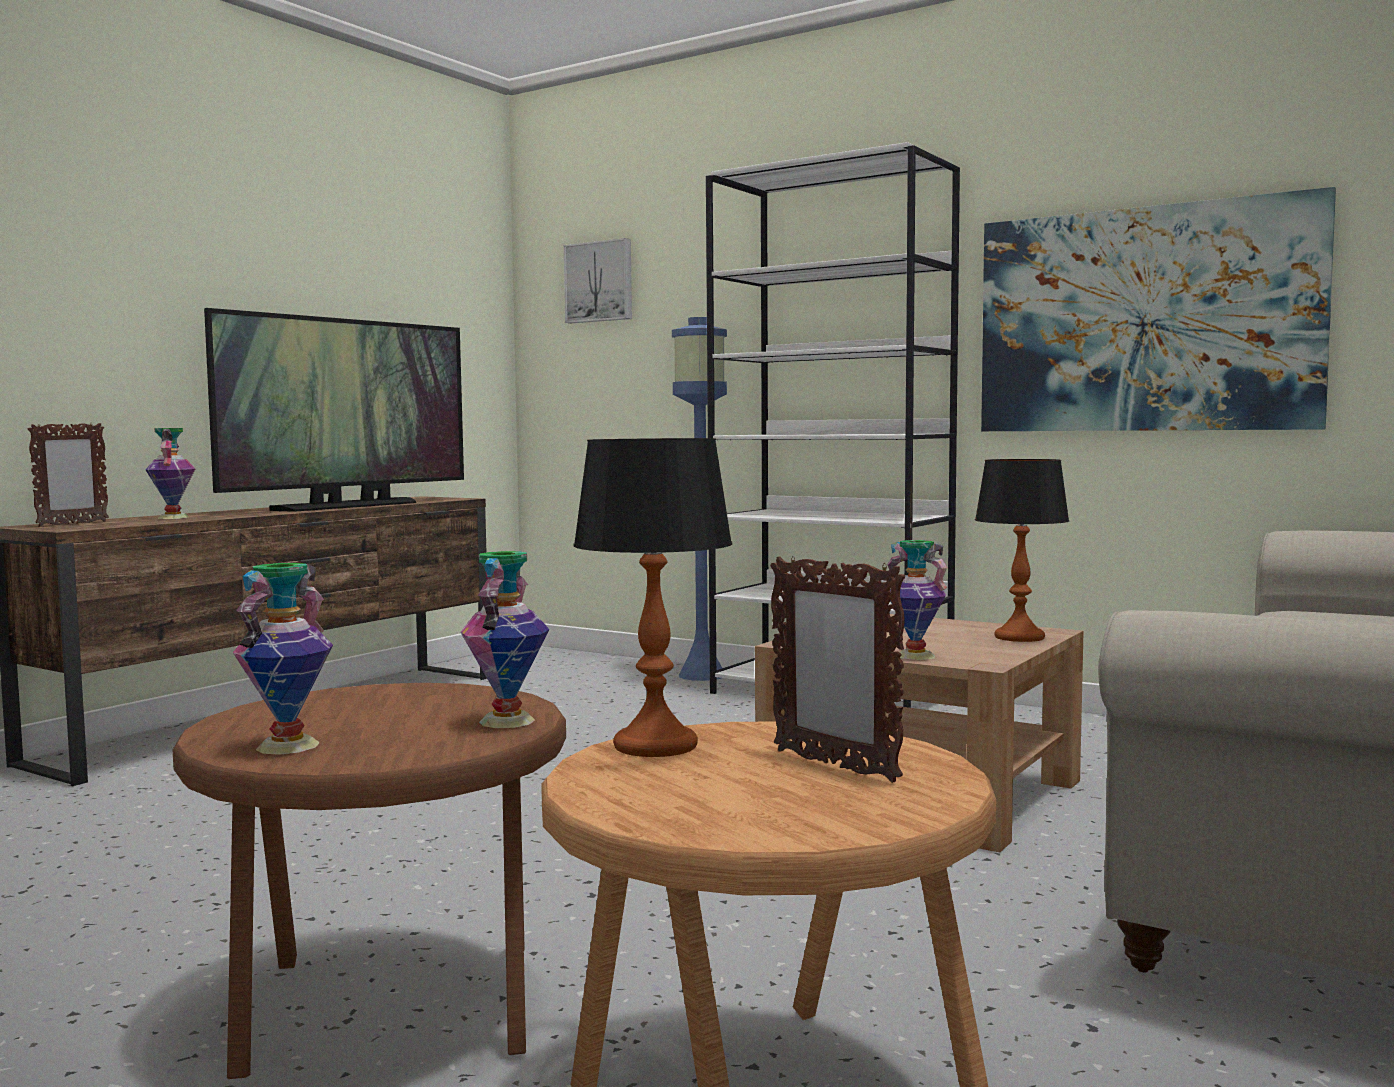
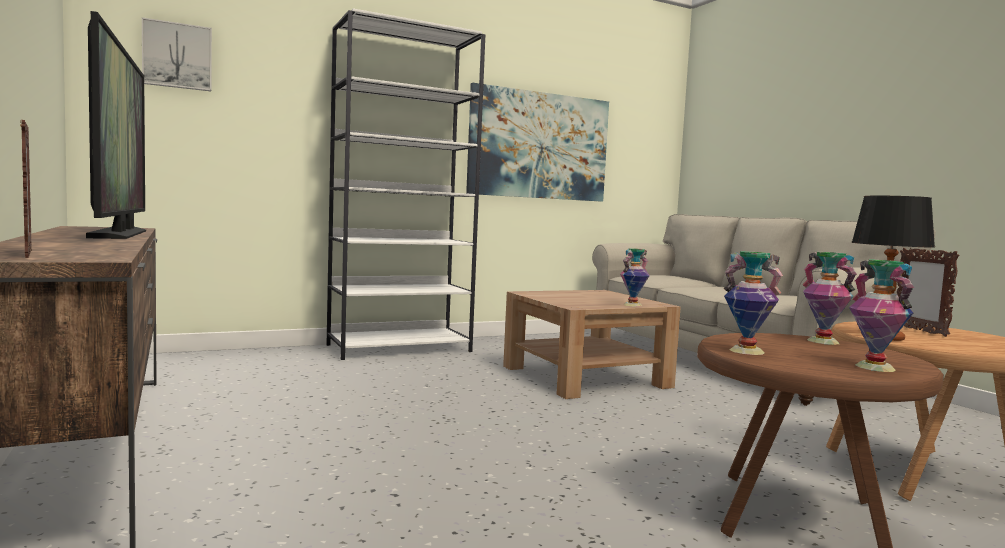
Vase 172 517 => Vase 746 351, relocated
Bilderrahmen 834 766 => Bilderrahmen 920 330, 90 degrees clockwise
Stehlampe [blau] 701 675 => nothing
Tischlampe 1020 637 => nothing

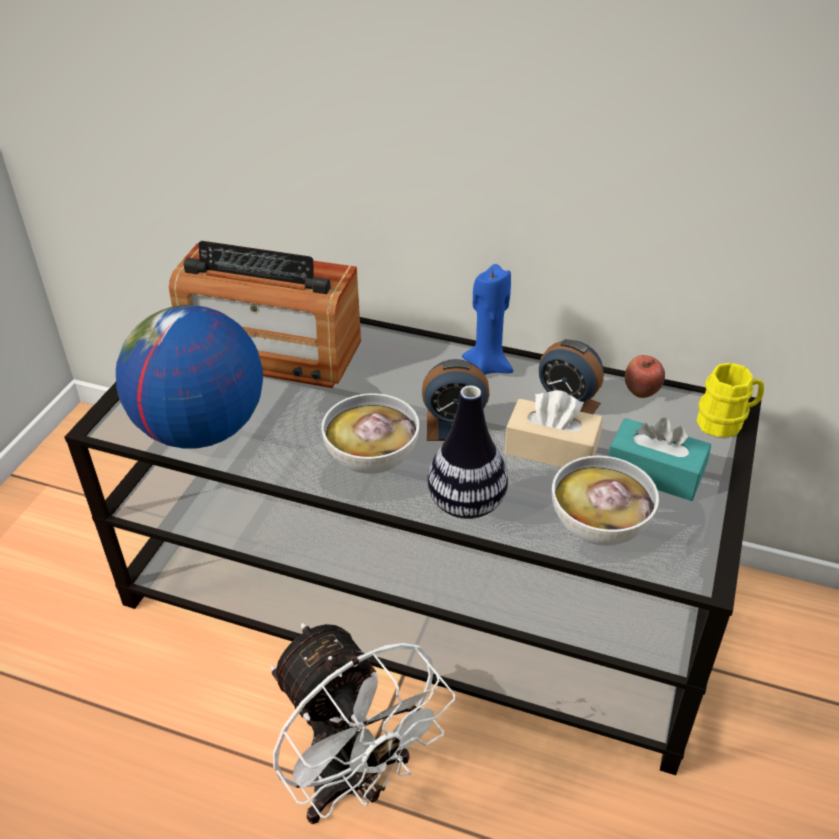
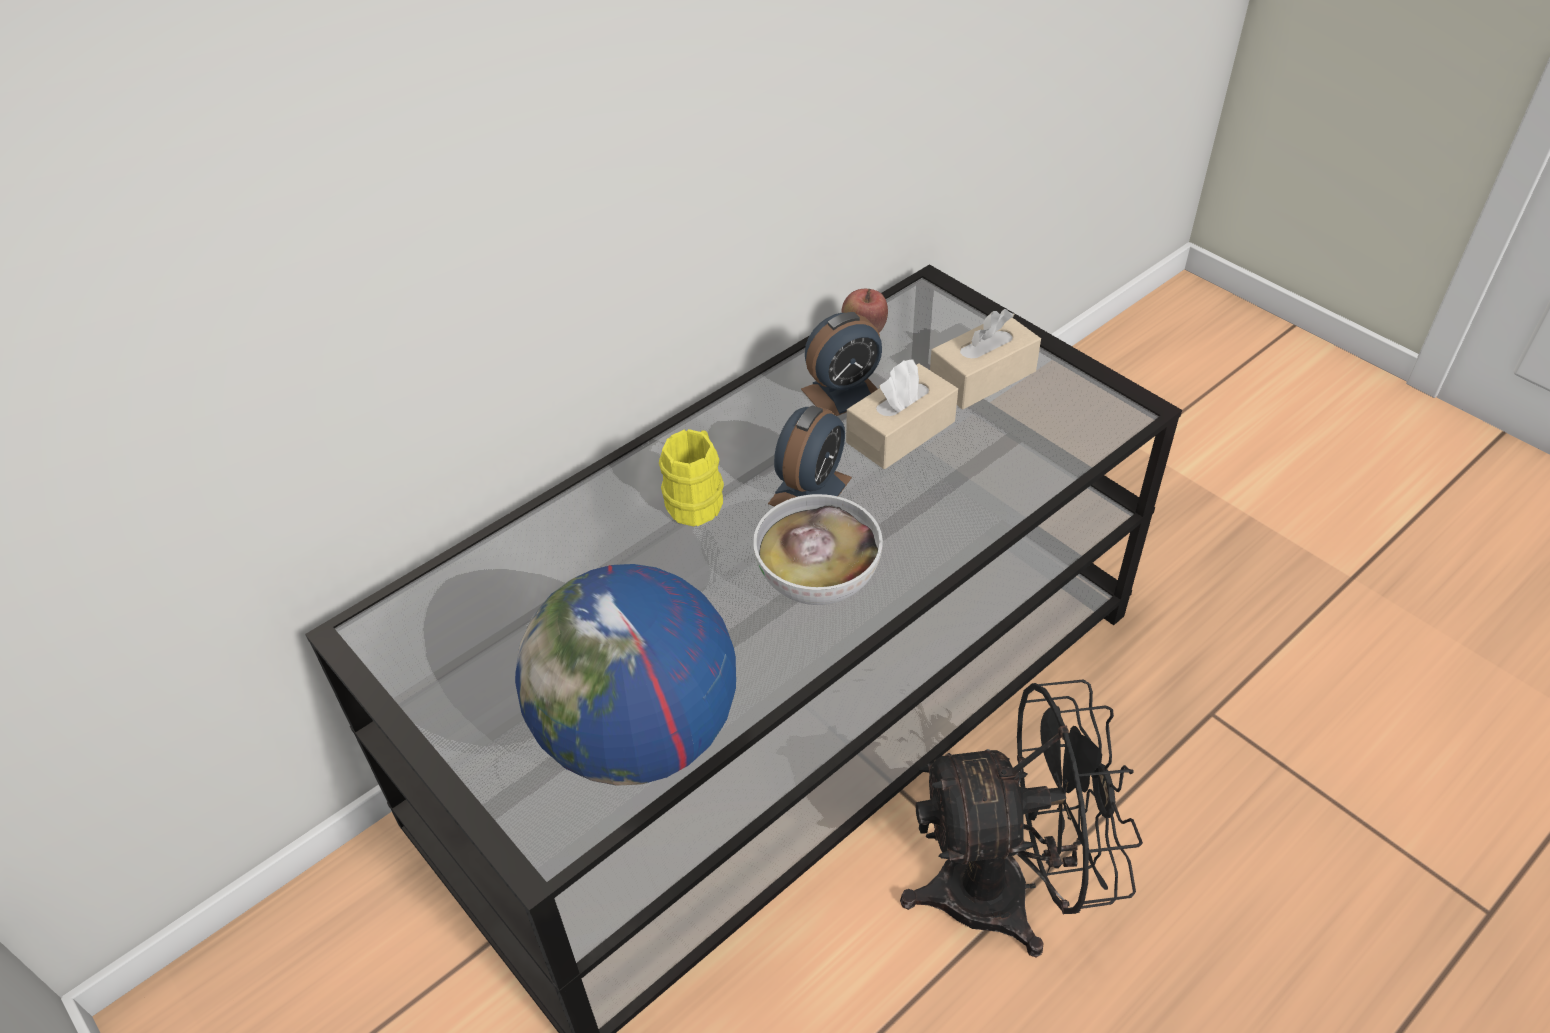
Henkelbecher [gelb] 726 421 => Henkelbecher [gelb] 697 498, relocated
Ventilator [weiß] 355 781 => Ventilator [schwarz] 1007 890
Taschentuchbox [türkis] 654 472 => Taschentuchbox [beige] 982 377
Radio 271 351 => nothing
Vase 466 503 => nothing
Kerze [blau] 488 366 => nothing
Schüssel 598 528 => nothing

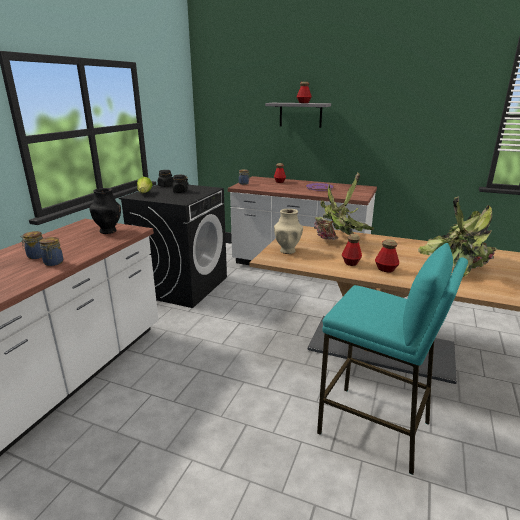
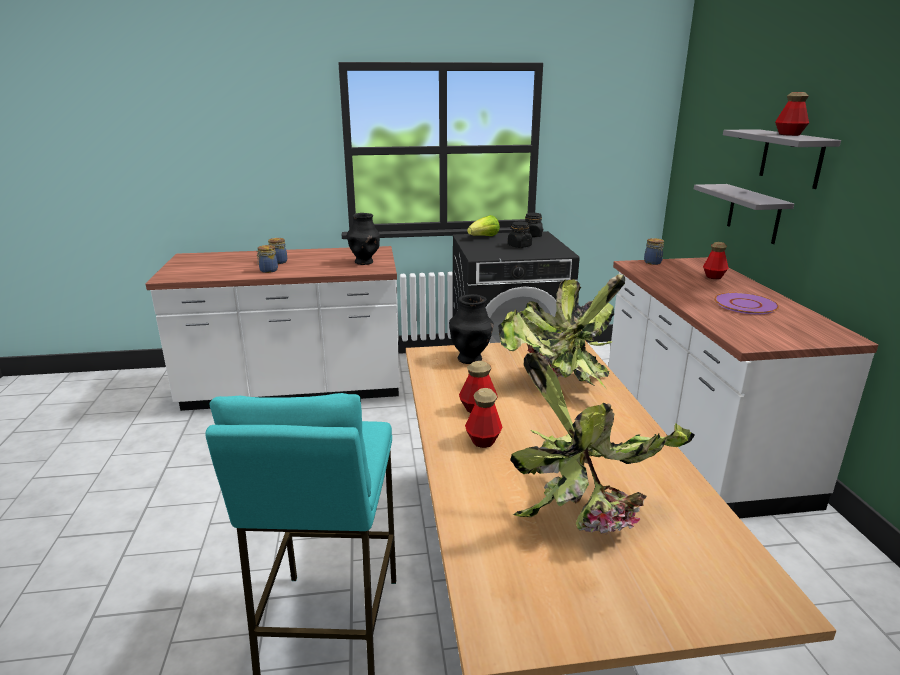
Vase [beige] 287 251 => Vase [schwarz] 470 359
nothing => Wandregal [grau] 754 213

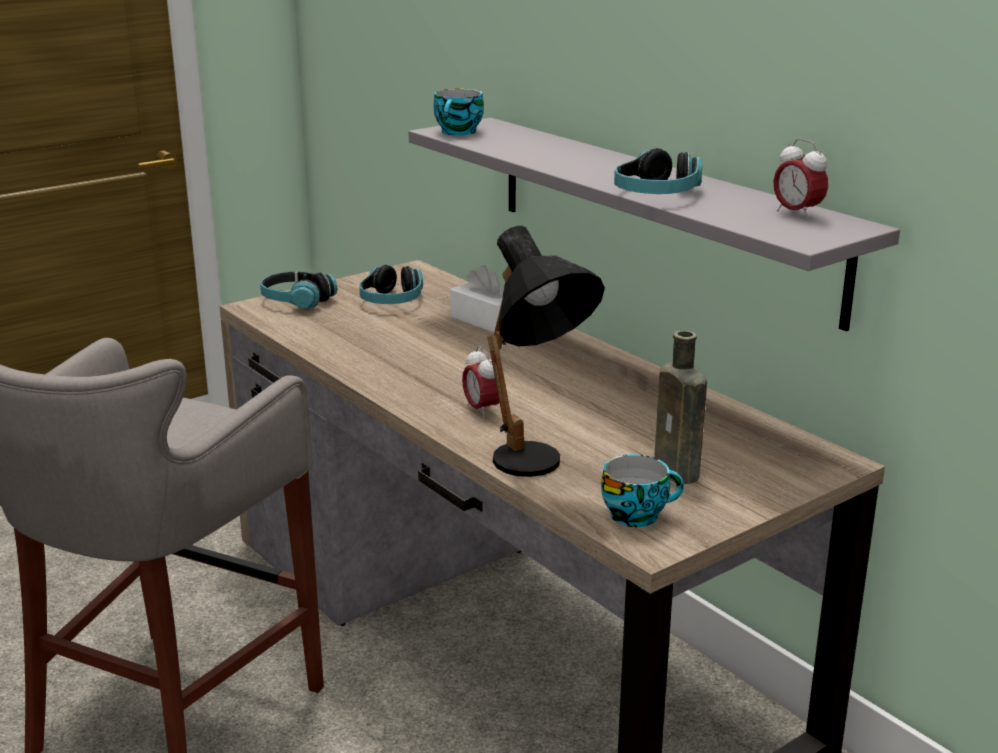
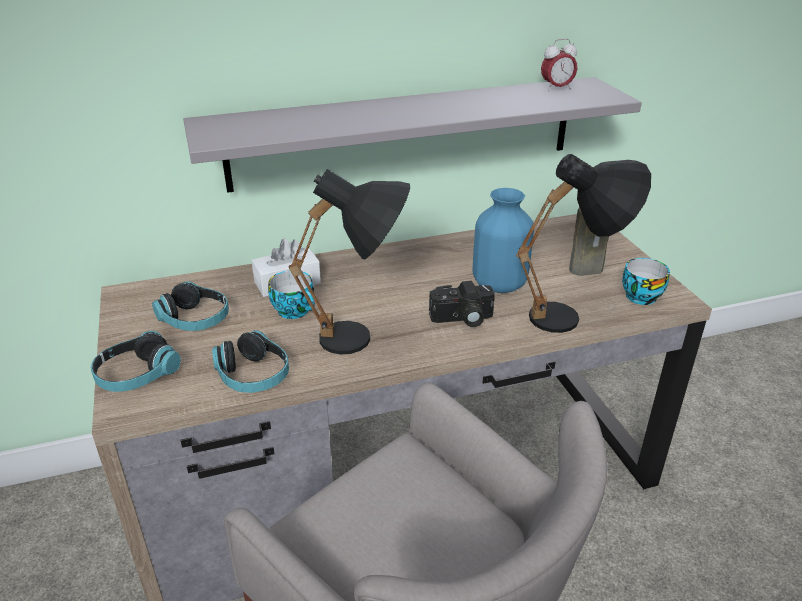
Kopfhörer 656 194 => Kopfhörer 253 375, relocated
Tasse 459 132 => Tasse 296 311, relocated
nothing => Tischlampe [schwarz] 363 342
Wecker 482 410 => Kamera 462 319
nothing => Vase [blau] 498 284

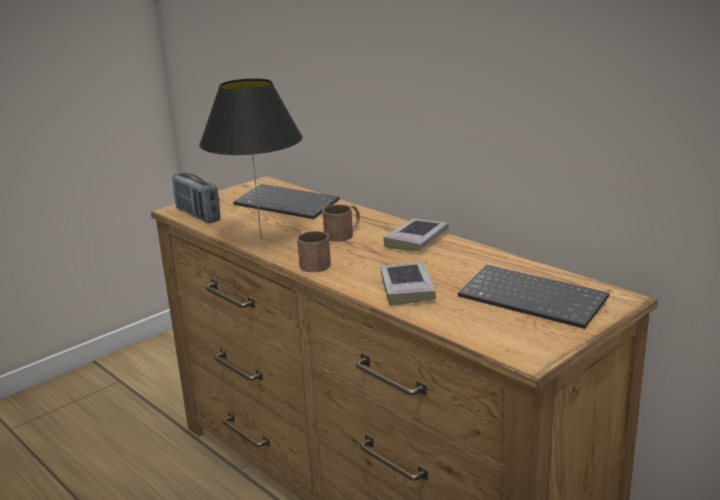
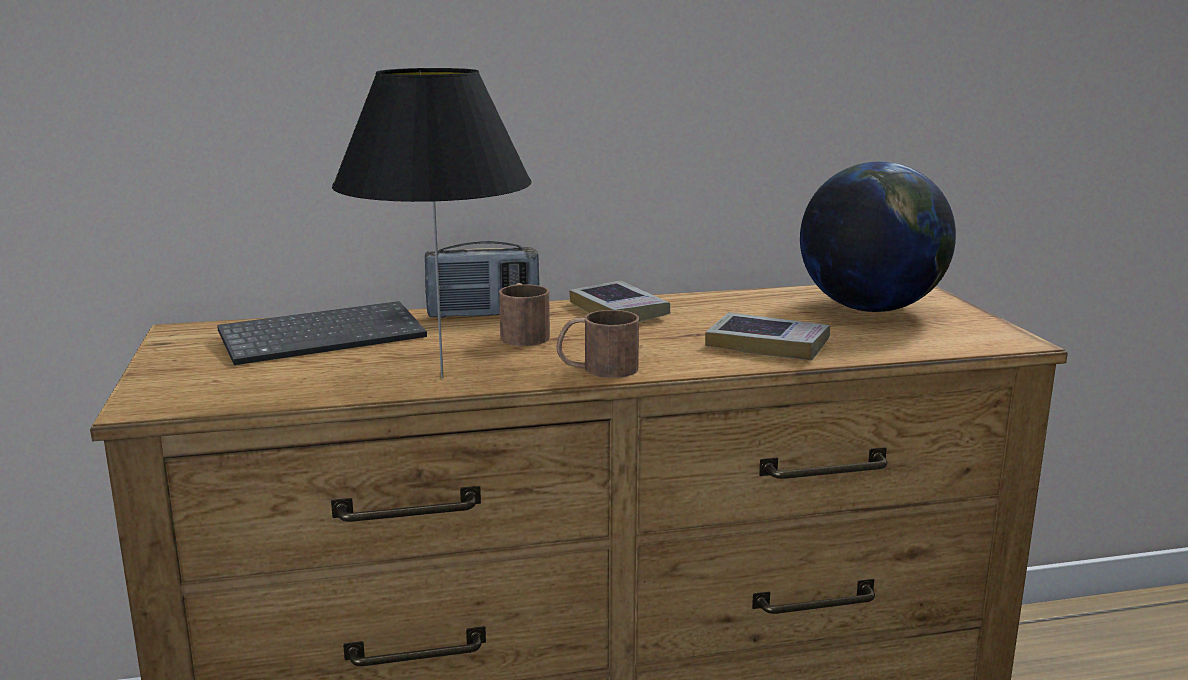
Radio 198 215 => Radio 483 314, relocated
Tastatur 534 298 => Globus 870 308

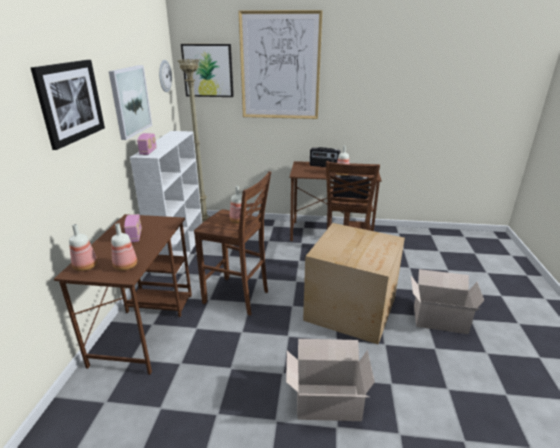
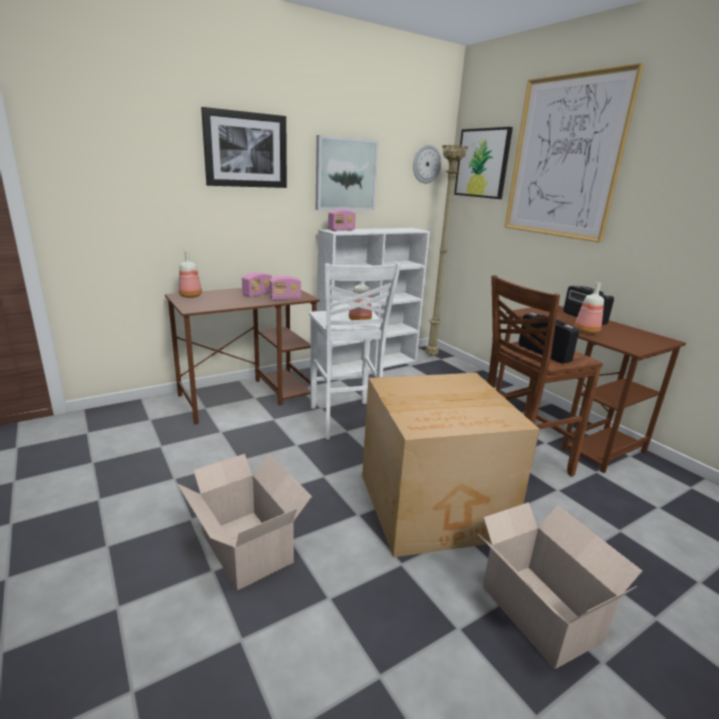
nothing => Radio 285 299
Hocker [braun] 238 297 => Hocker [weiß] 345 421
Flasche 125 267 => nothing

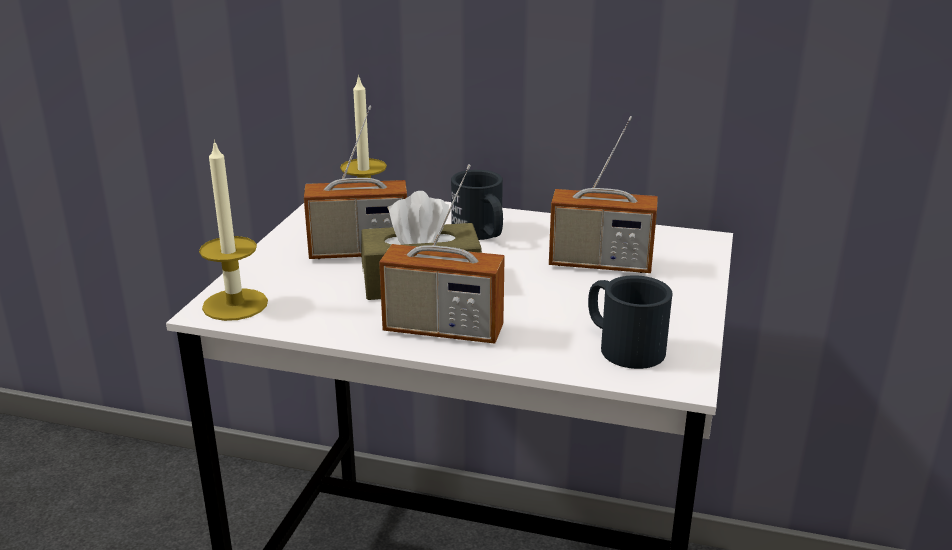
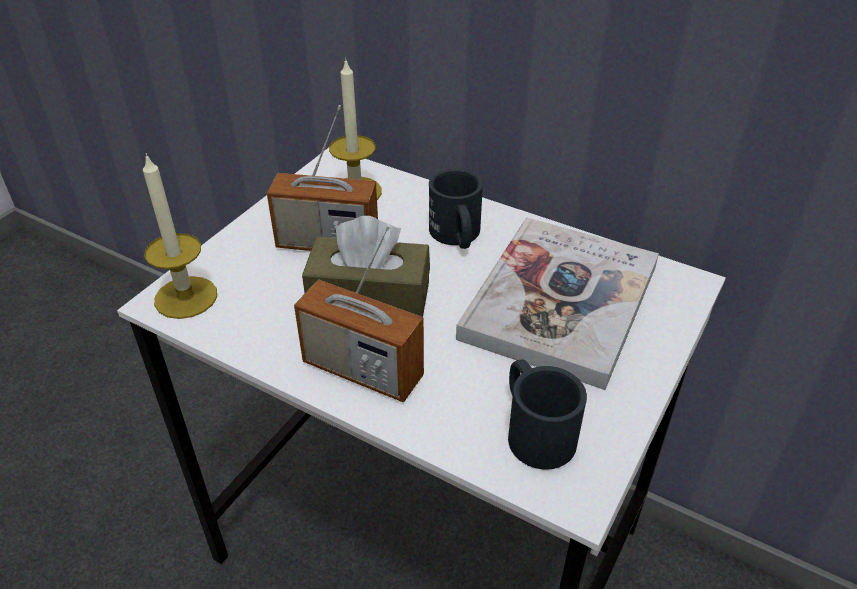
Radio 600 264 => Buch 560 302

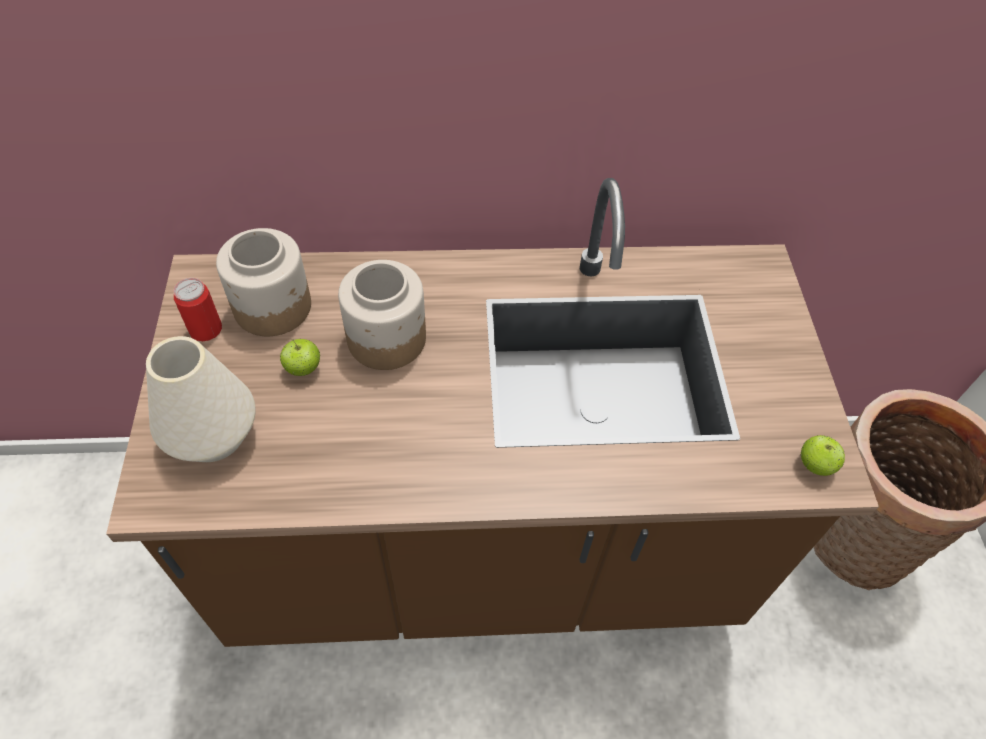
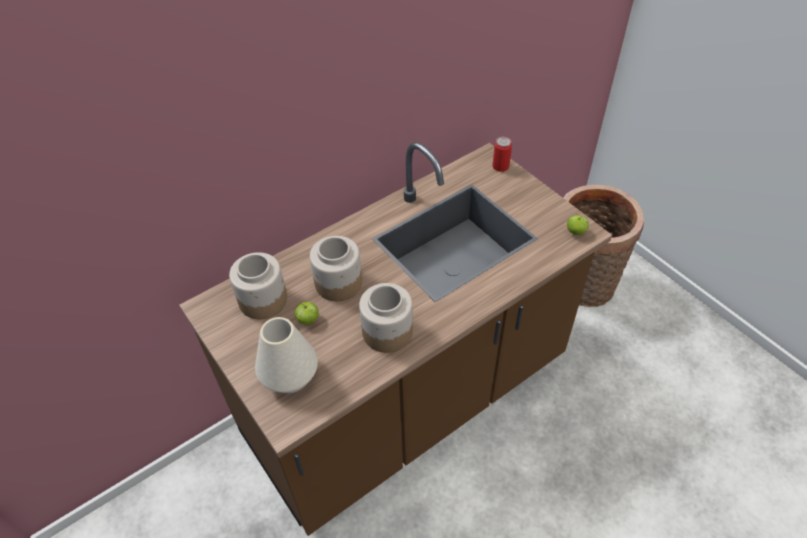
nothing => Vorratsglas 386 332
Dose 205 329 => Dose 500 166, relocated

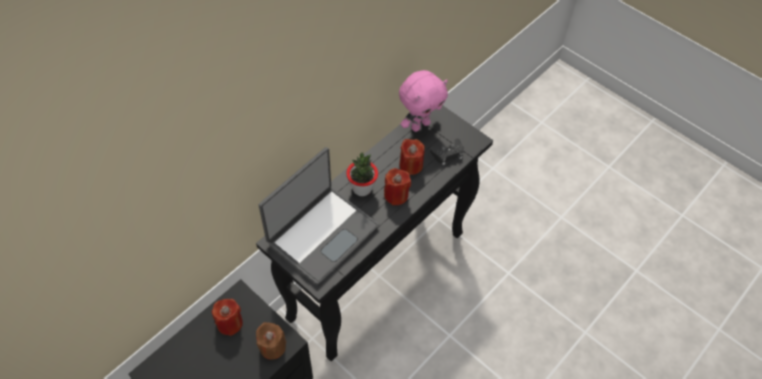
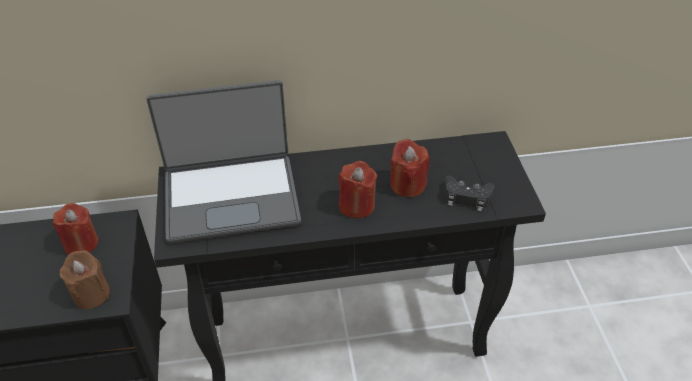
Topfpflanze 362 188 => nothing
Plüschtier [rosa] 420 125 => nothing

